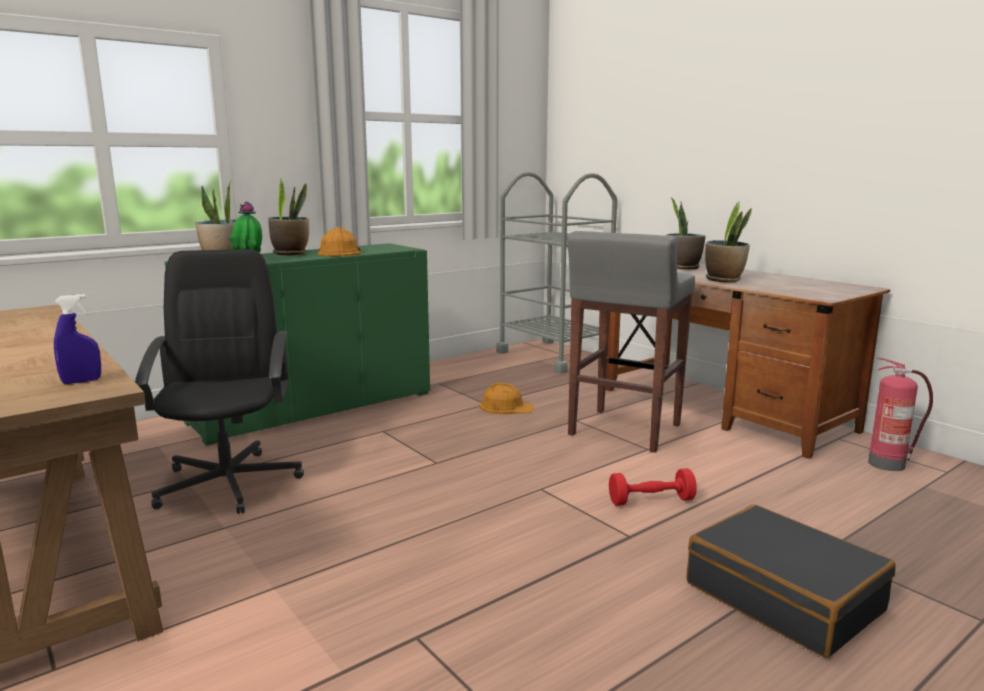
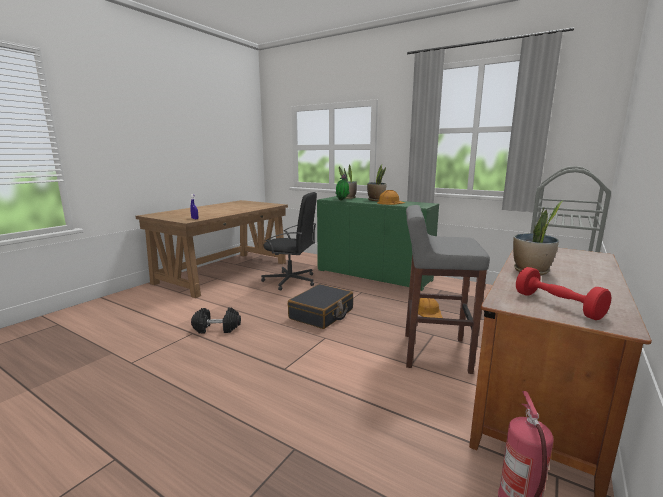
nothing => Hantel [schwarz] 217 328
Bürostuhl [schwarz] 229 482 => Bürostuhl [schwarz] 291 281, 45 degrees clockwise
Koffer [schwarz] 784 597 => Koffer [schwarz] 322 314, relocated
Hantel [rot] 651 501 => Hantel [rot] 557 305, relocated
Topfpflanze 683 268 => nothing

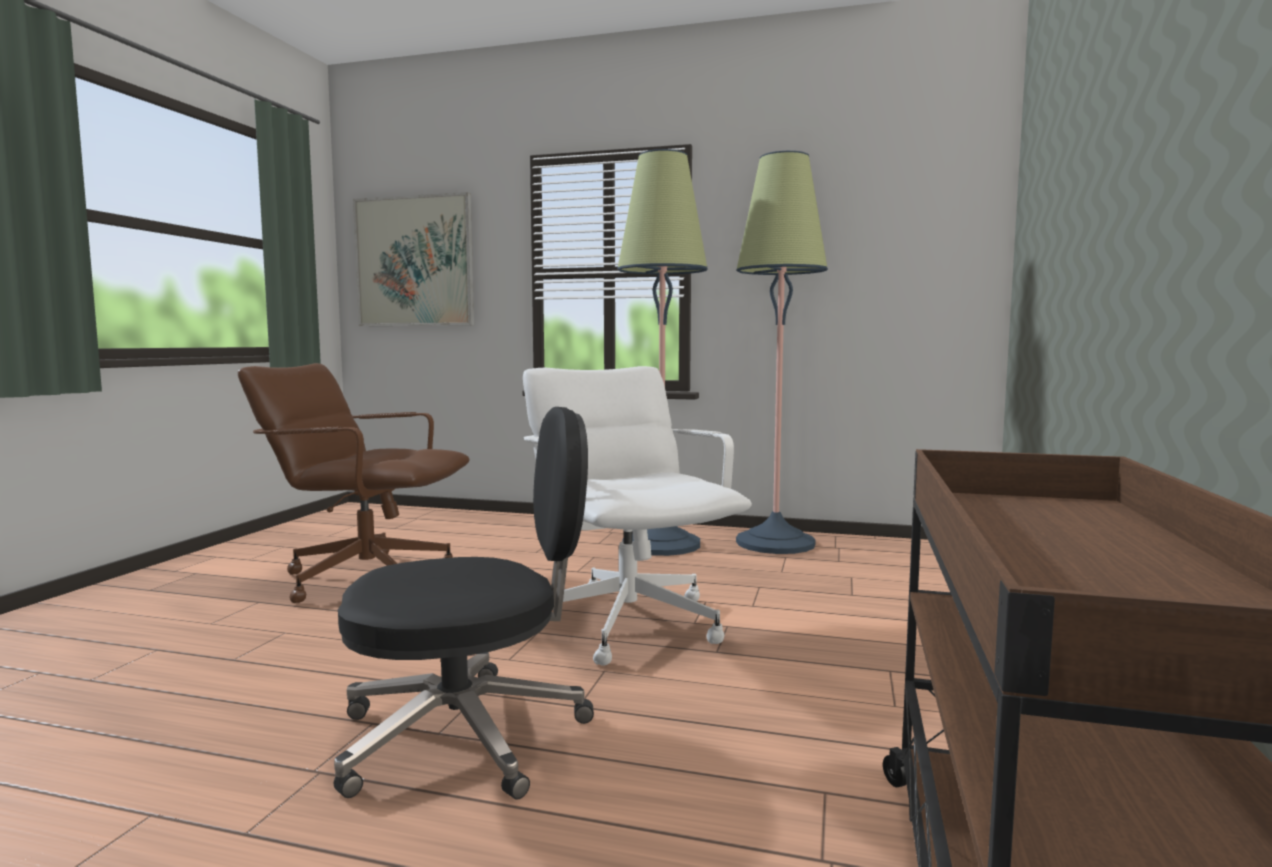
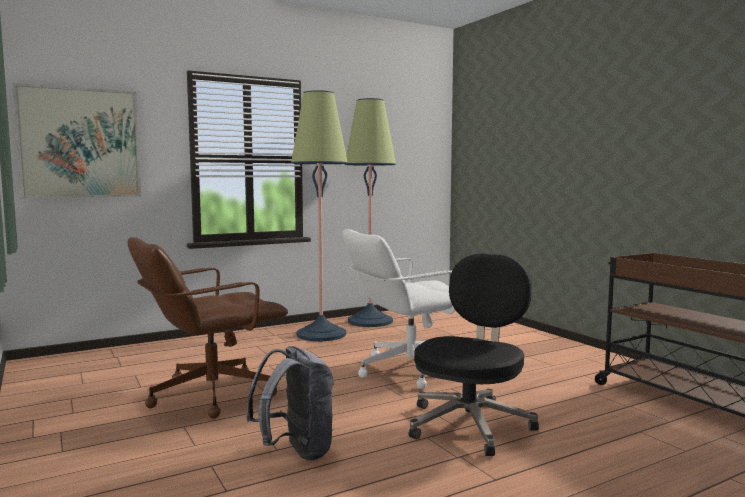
nothing => Rucksack [grau] 296 452
Bürostuhl [weiß] 628 623 => Bürostuhl [weiß] 408 370, 45 degrees counterclockwise

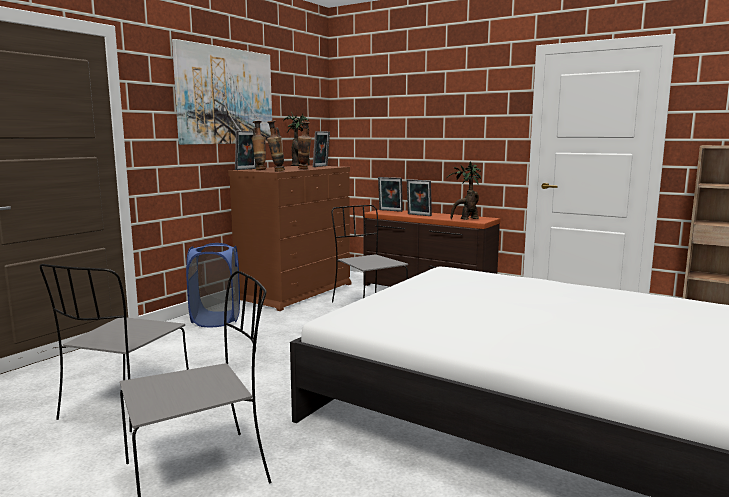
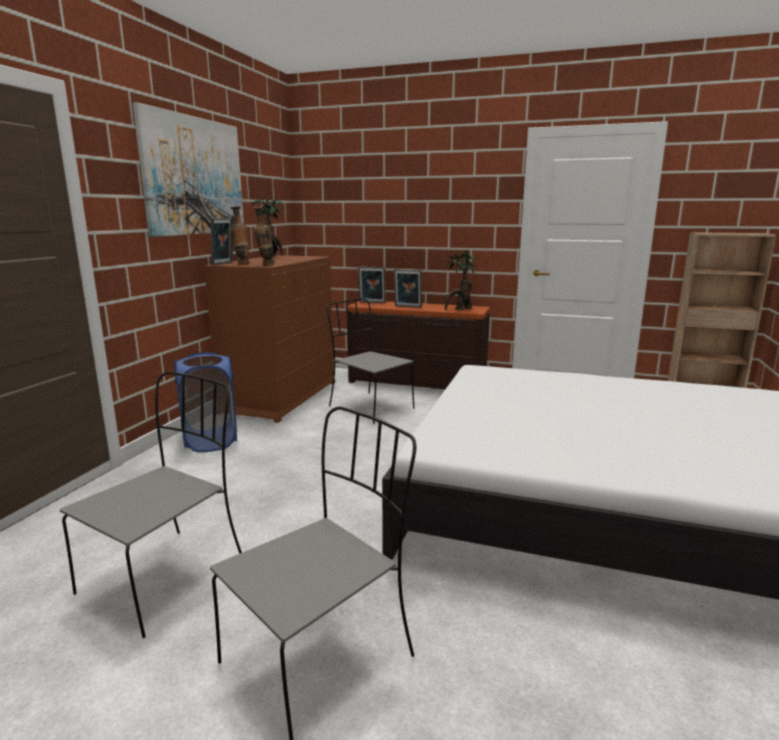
Stuhl [grau] 125 406 => Stuhl [grau] 166 576, 150 degrees counterclockwise
Vase 304 169 => nothing
Bilderrahmen 321 166 => nothing

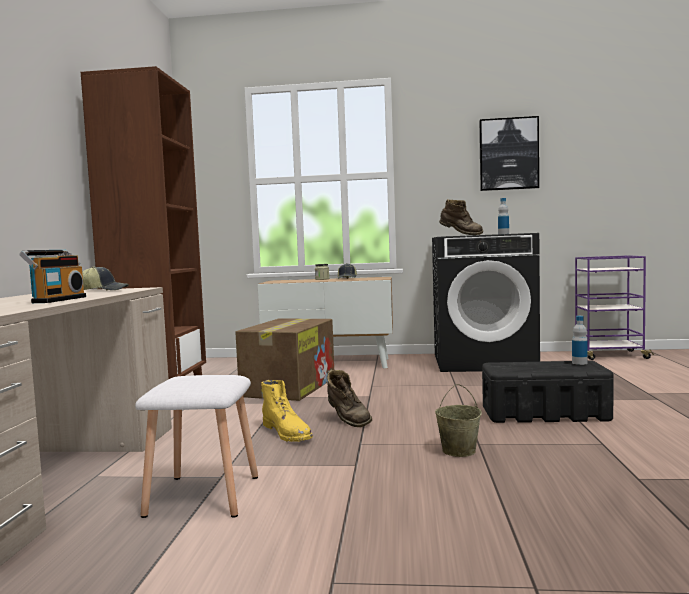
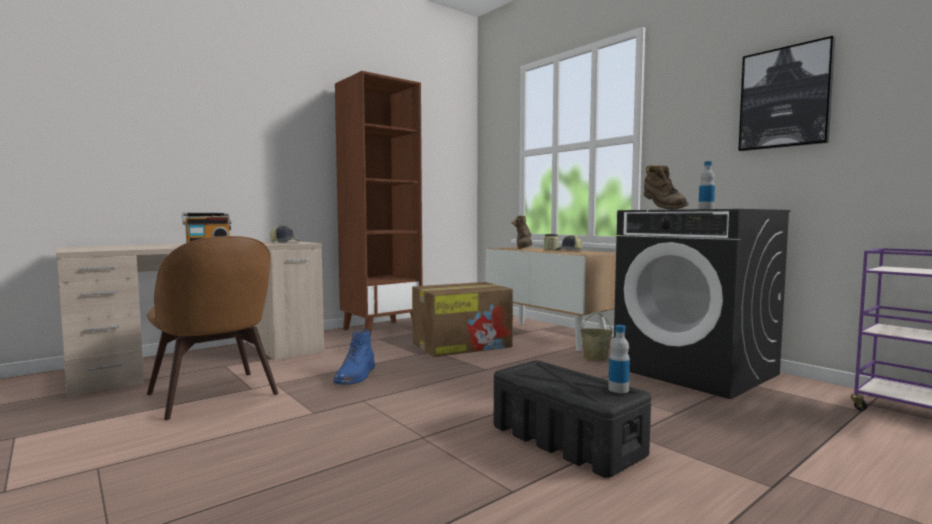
Hocker [weiß] 204 496 => Stuhl [braun] 214 395
Stiefel [gelb] 288 433 => Stiefel [blau] 356 376
Stiefel [braun] 347 420 => Stiefel [braun] 523 248, relocated
Eimer [beige] 458 450 => Eimer [beige] 596 358, relocated

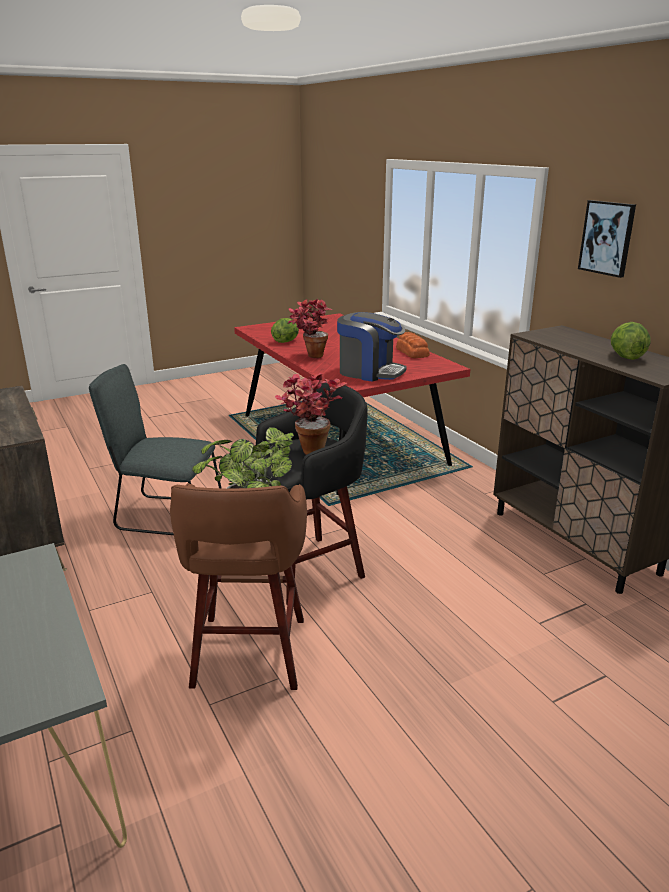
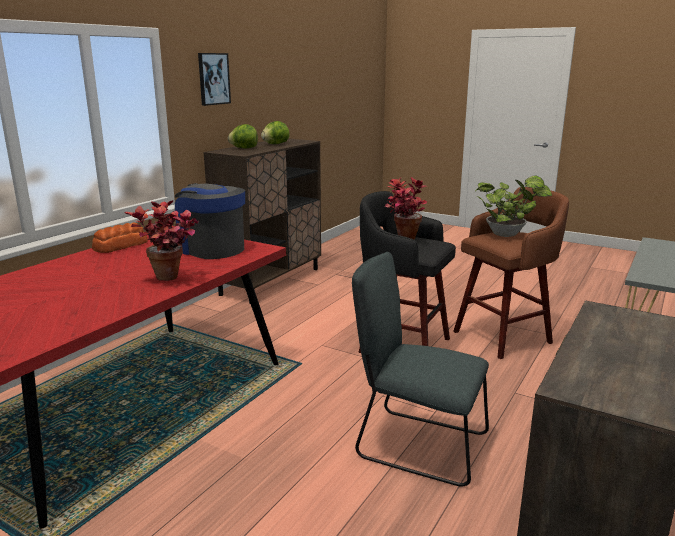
Kaffeemaschine 370 372 => Kaffeemaschine 211 248, 45 degrees counterclockwise
Salatkopf 286 341 => Salatkopf 244 148, relocated
Stuhl [grau] 165 515 => Stuhl [grau] 416 444, 135 degrees clockwise

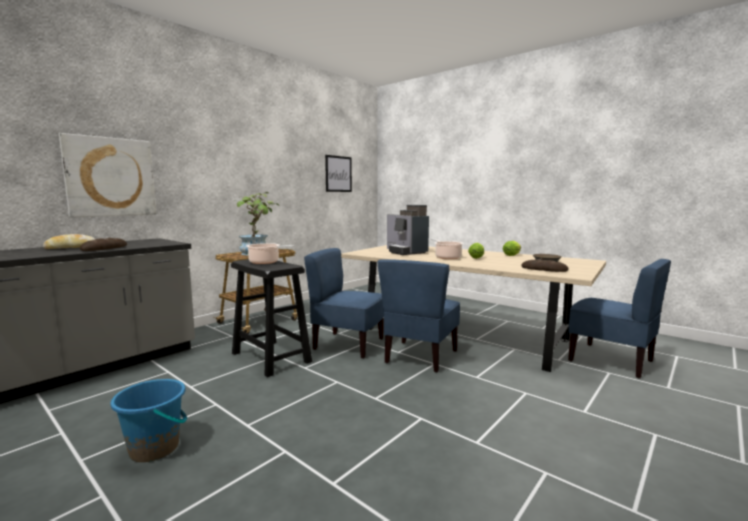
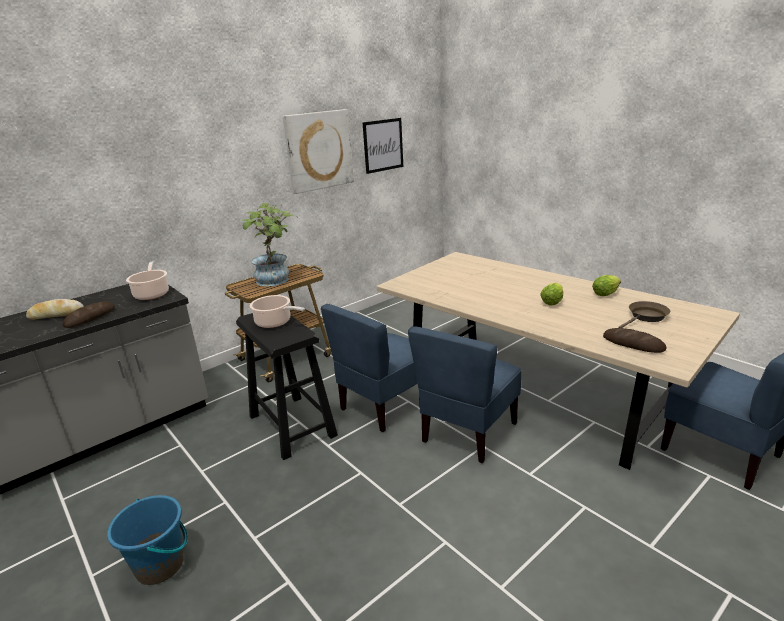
Kochtopf 447 257 => Kochtopf 152 294, relocated
Bild 110 177 => Bild 319 150, relocated
Stuhl [blau] 348 345 => Stuhl [blau] 384 405, 75 degrees counterclockwise
Kaffeemaschine 405 252 => nothing

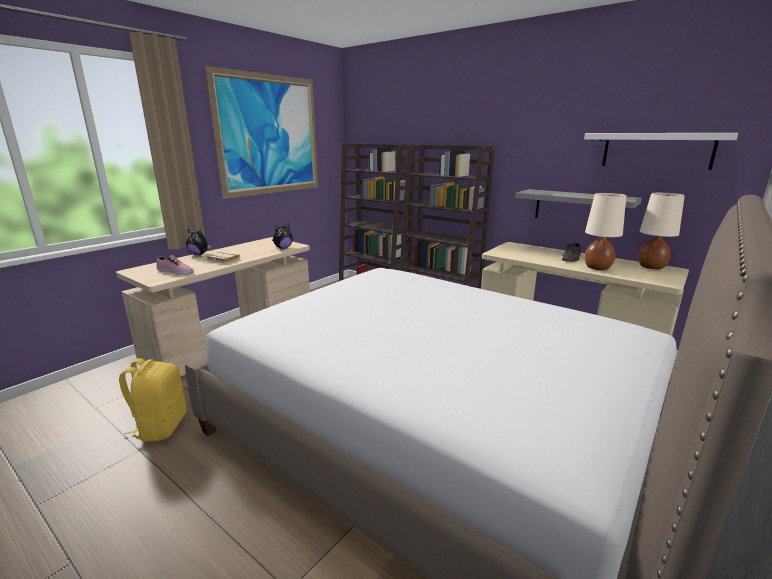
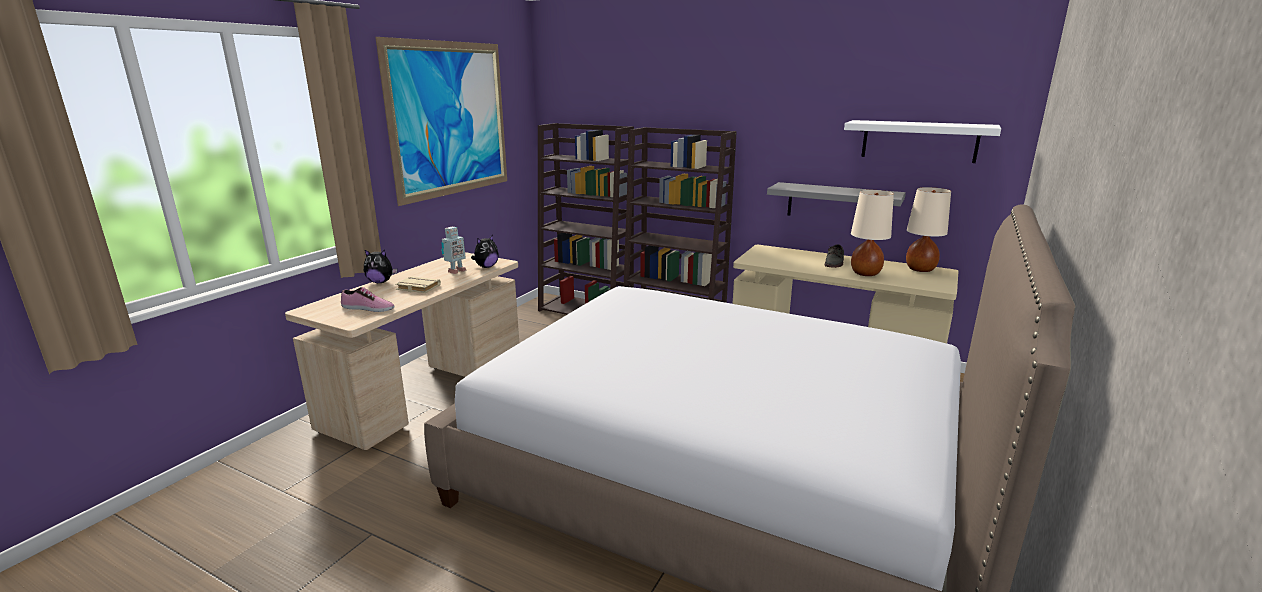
nothing => Spielzeugroboter 455 271
Rucksack [gelb] 161 427 => nothing

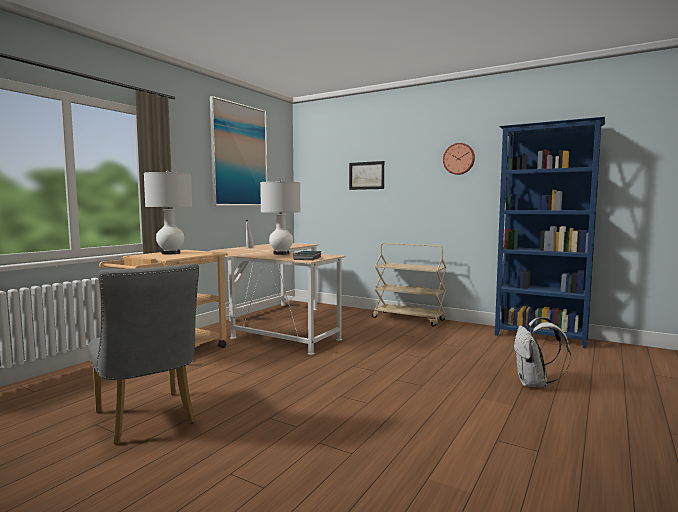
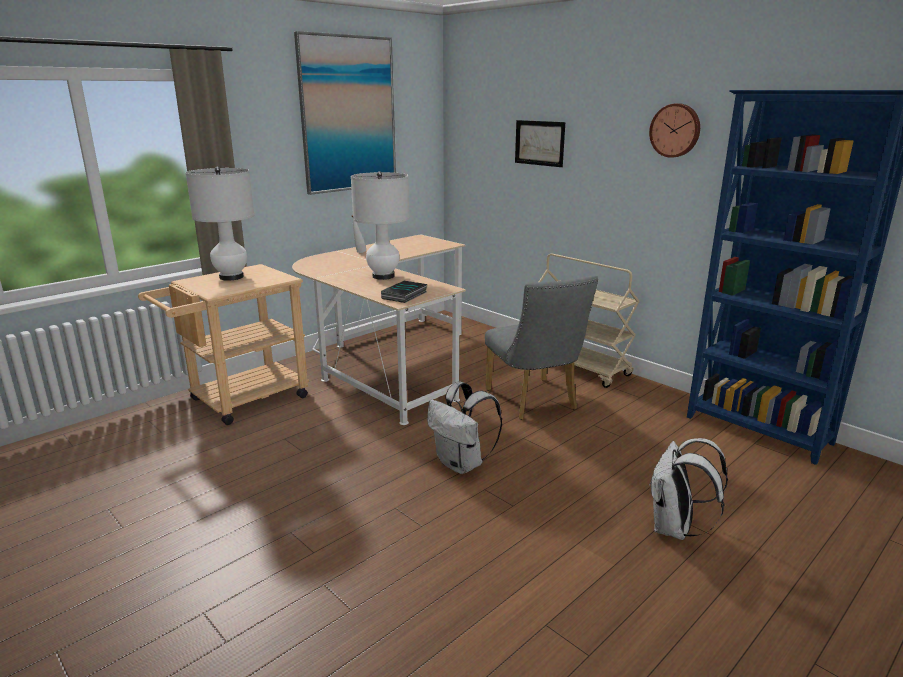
nothing => Rucksack [weiß] 462 464
Stuhl [grau] 147 420 => Stuhl [grau] 534 402, relocated

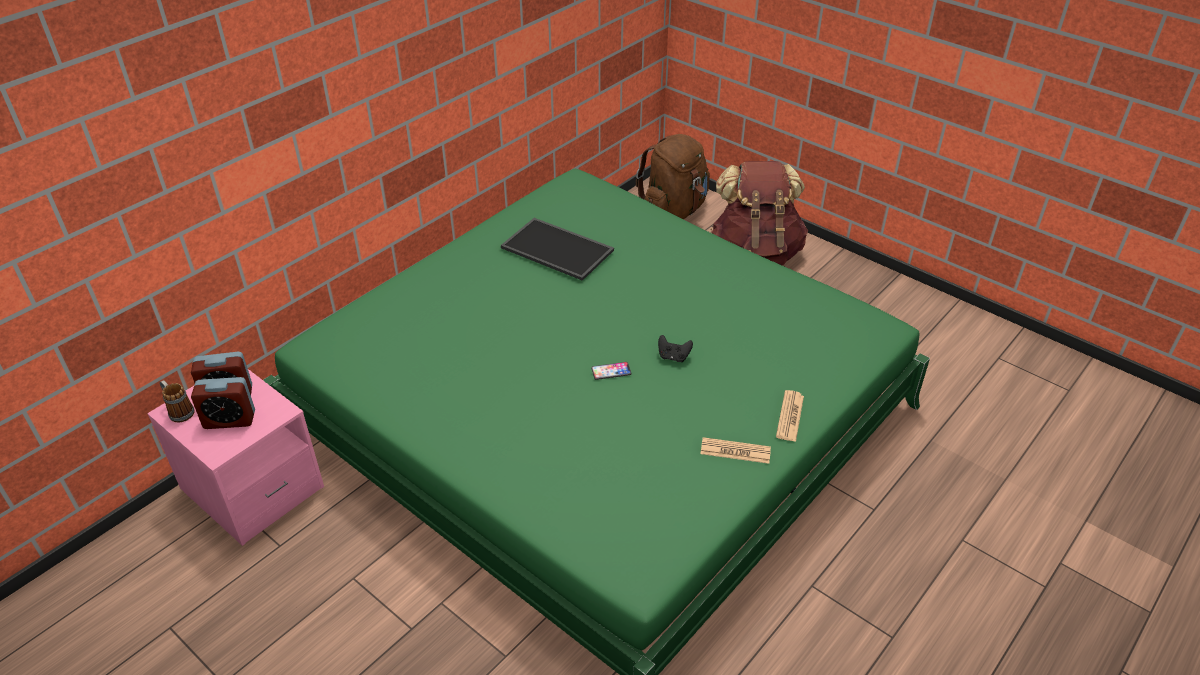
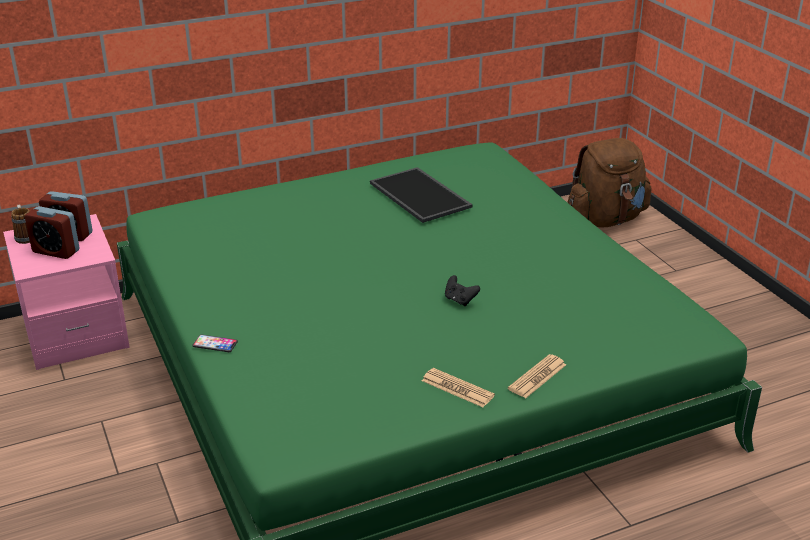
Handy 611 371 => Handy 215 344, relocated
Rucksack [braun] 755 253 => nothing

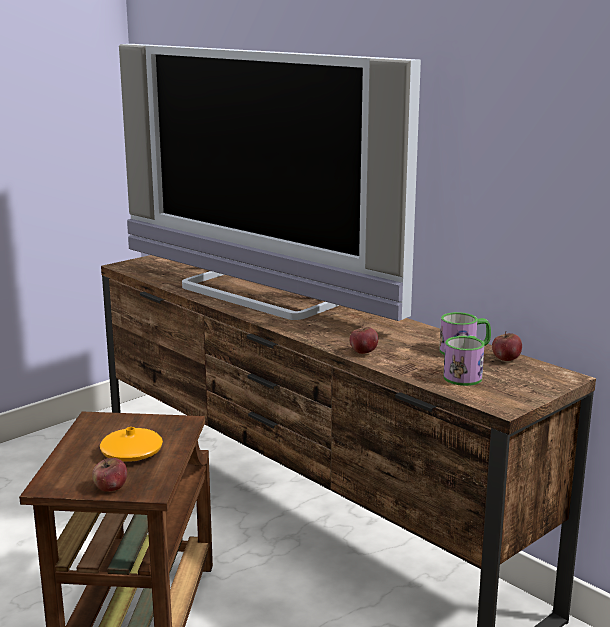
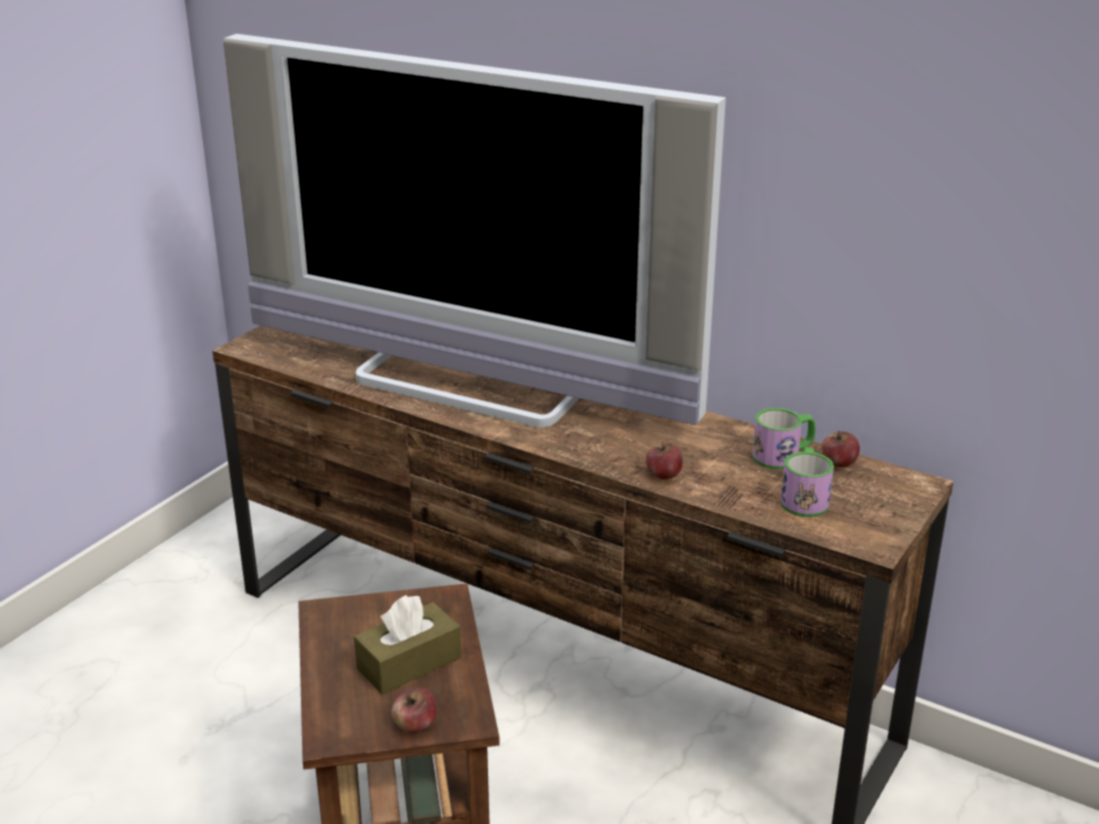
Vase [orange] 132 453 => Taschentuchbox [braun] 409 663

